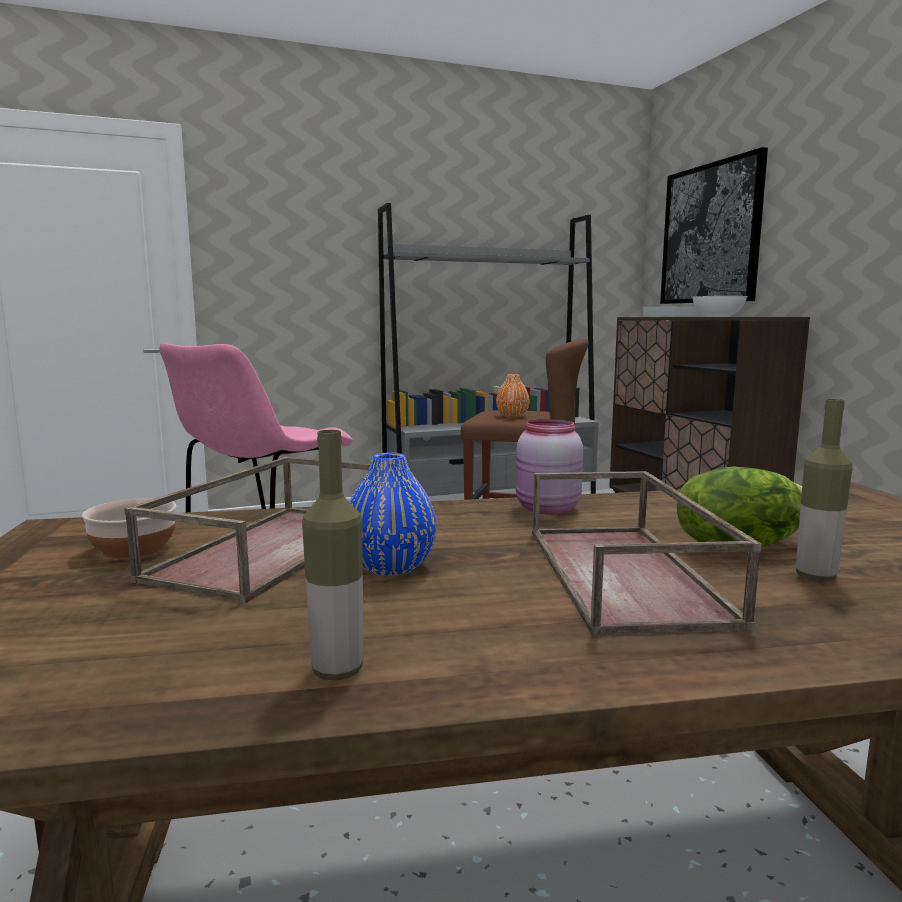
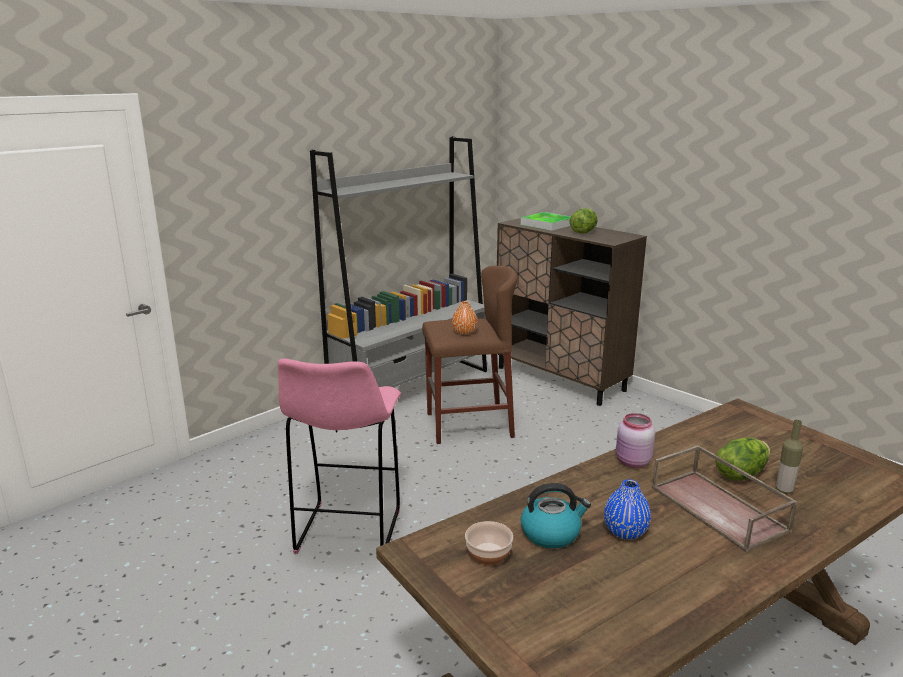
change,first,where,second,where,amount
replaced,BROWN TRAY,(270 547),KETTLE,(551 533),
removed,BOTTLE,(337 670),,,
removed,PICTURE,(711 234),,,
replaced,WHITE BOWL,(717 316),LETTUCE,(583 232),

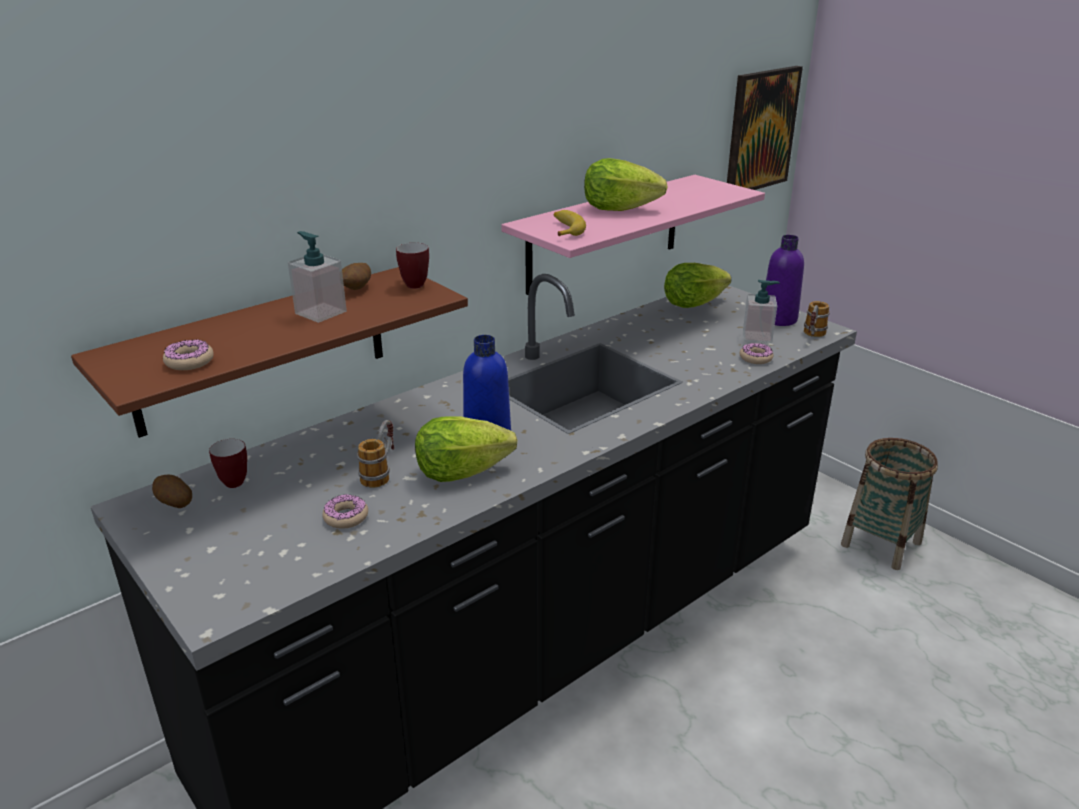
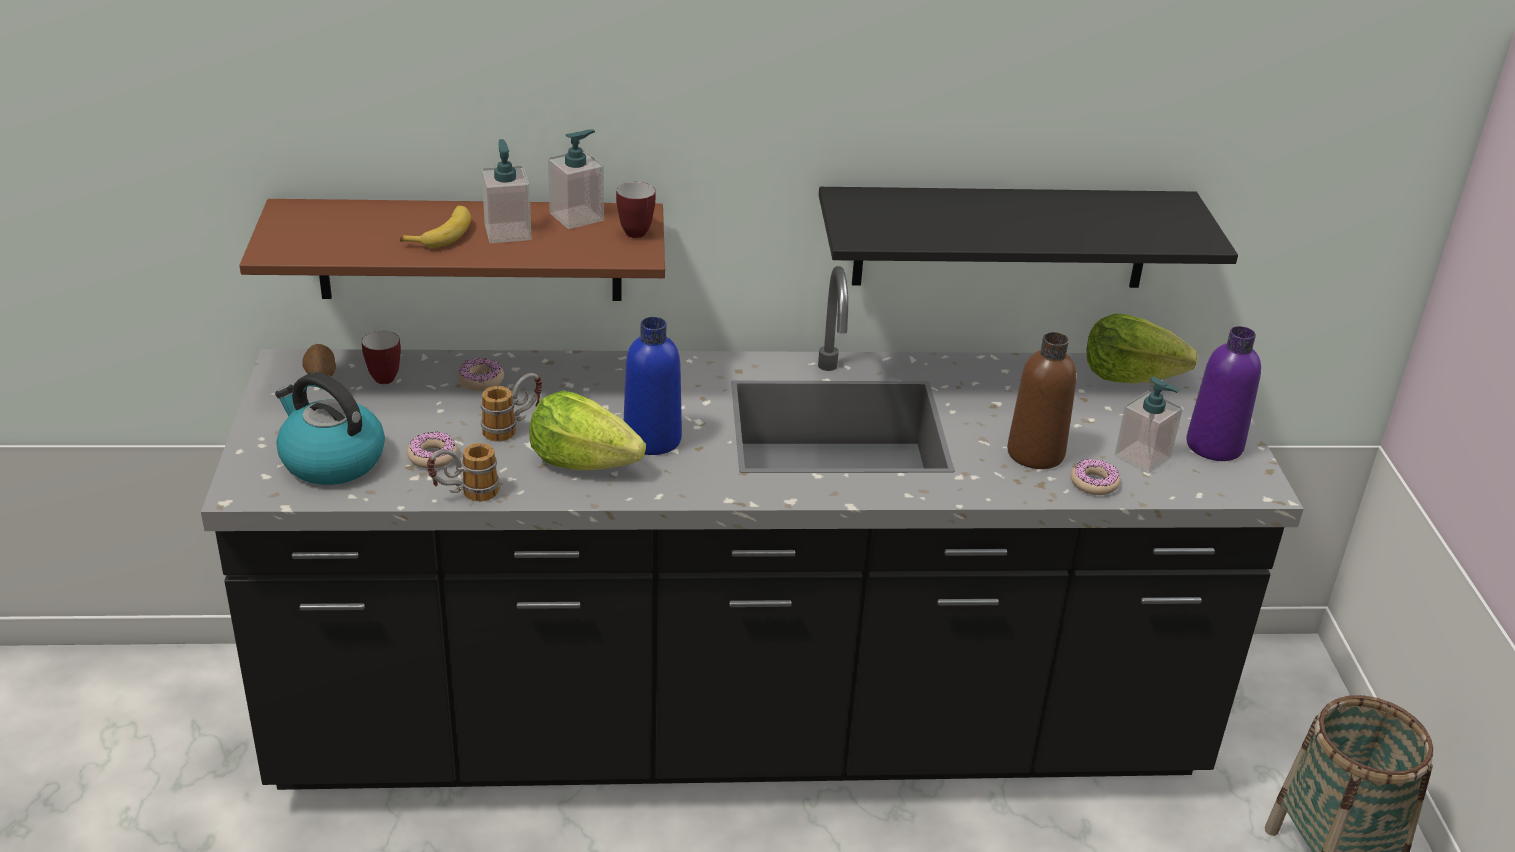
change,first,where,second,where,amount
moved,DONUT,(189 361),,(481 381),
replaced,POTATO,(357 289),SOAP DISPENSER,(577 217),
recoloured,PINK SHELF,(604 233),BLACK SHELF,(1002 237),
moved,BANANA,(565 229),,(442 233),
removed,LETTUCE,(619 209),,,
removed,PICTURE,(760 130),,,
moved,MUG,(812 336),,(464 495),
added,,,KETTLE,(331 460),
added,,,BROWN BOTTLE,(1035 453),

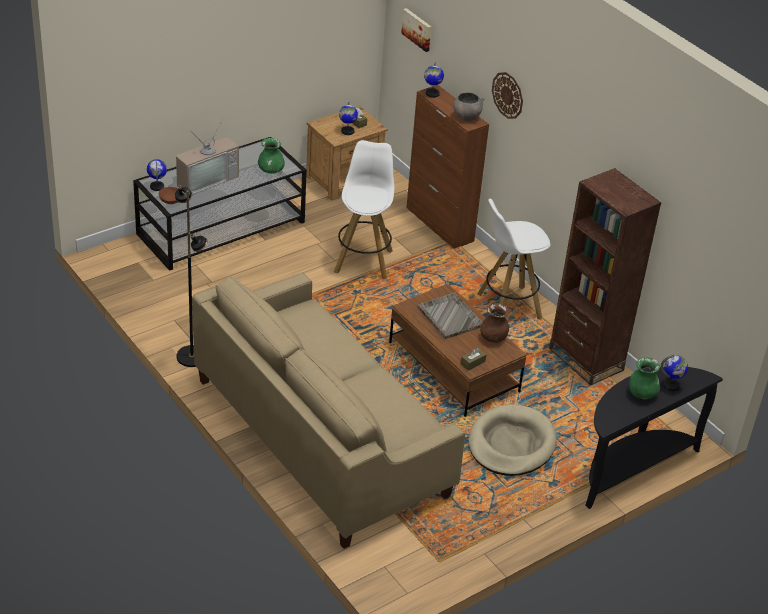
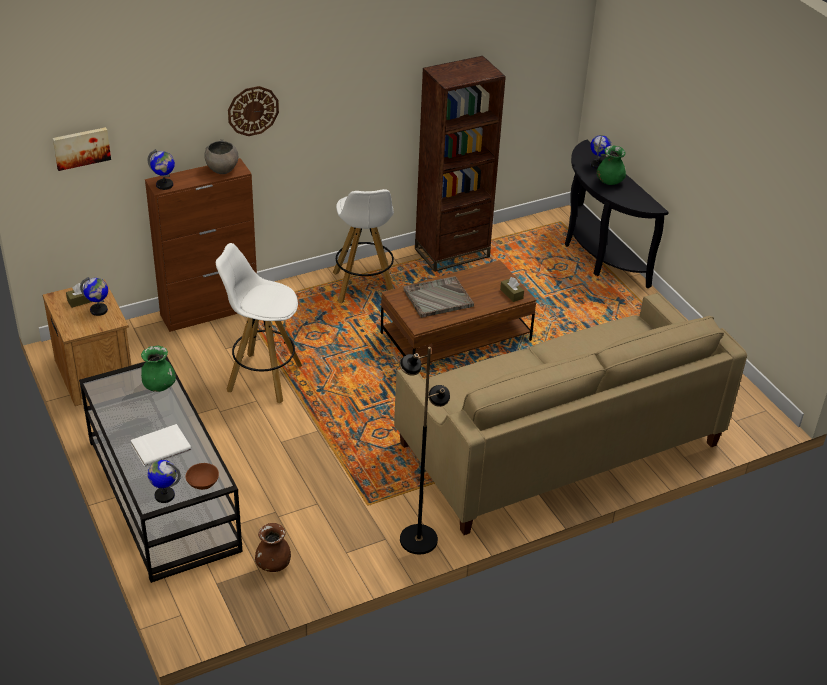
change,first,where,second,where,amount
replaced,TELEVISION,(206 179),WHITE BOOK,(160 446),
removed,BEIGE DOG BED,(511 444),,,
moved,BROWN VASE,(493 338),,(273 564),

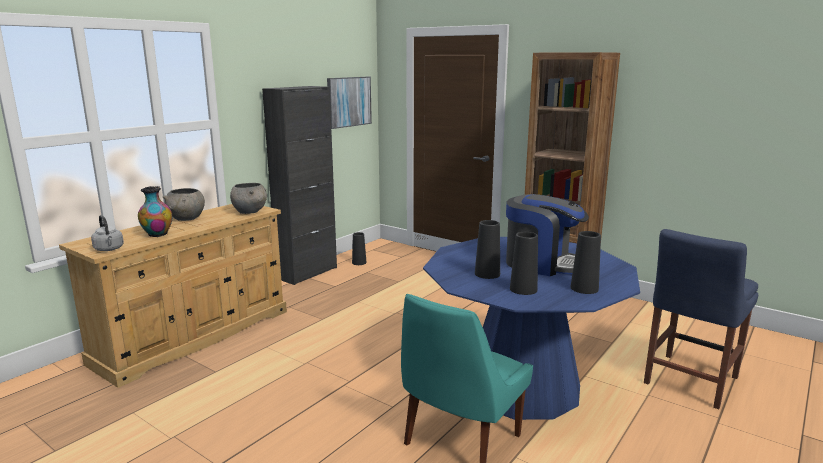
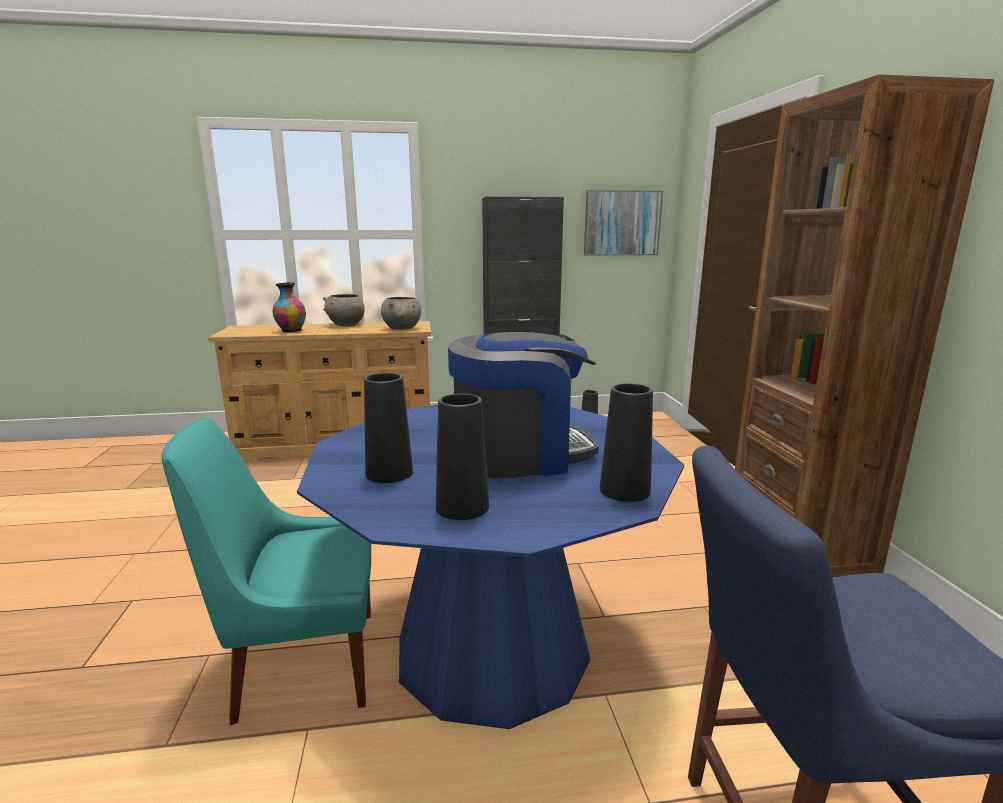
change,first,where,second,where,amount
removed,GREY KETTLE,(109 249),,,
moved,BLACK VASE,(487 274),,(624 490),
turned,COFFEE MACHINE,(542 264),,(520 455),90 degrees counterclockwise

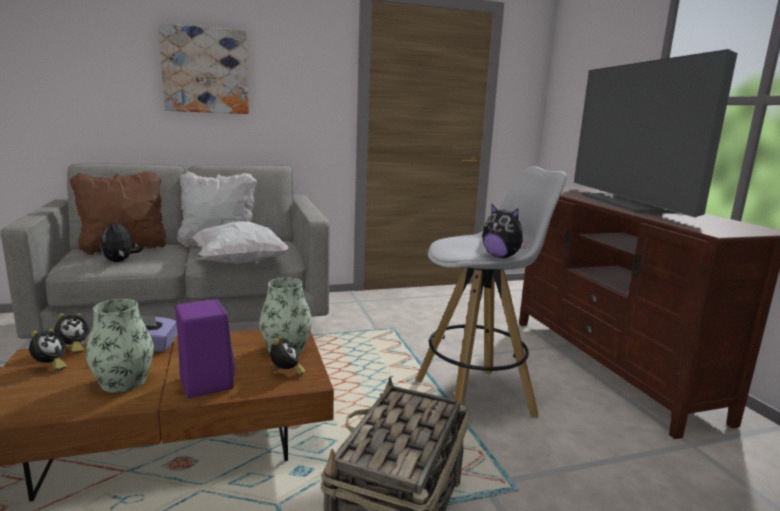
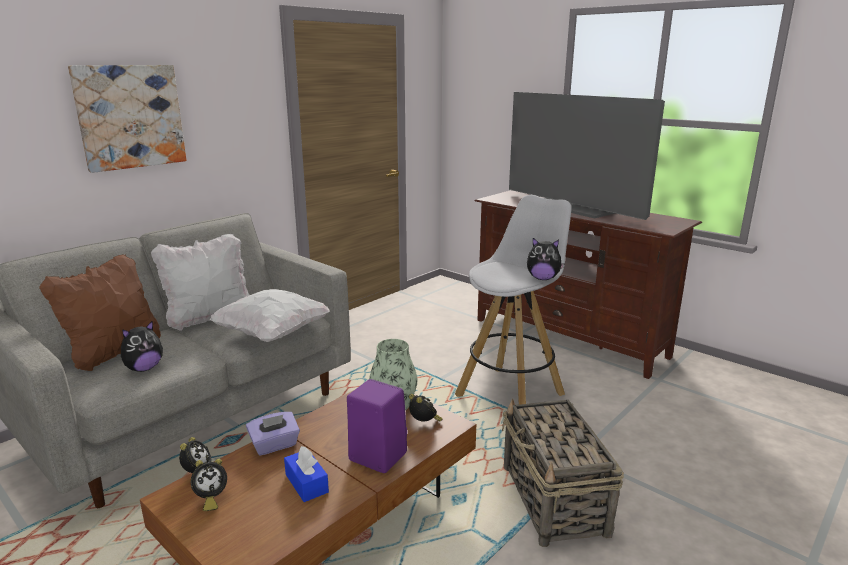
change,first,where,second,where,amount
turned,ALARM CLOCK,(50 366),,(210 499),75 degrees clockwise
replaced,VASE,(123 381),BLUE TISSUE BOX,(306 483),
turned,PLUSH TOY,(120 261),,(144 368),90 degrees counterclockwise

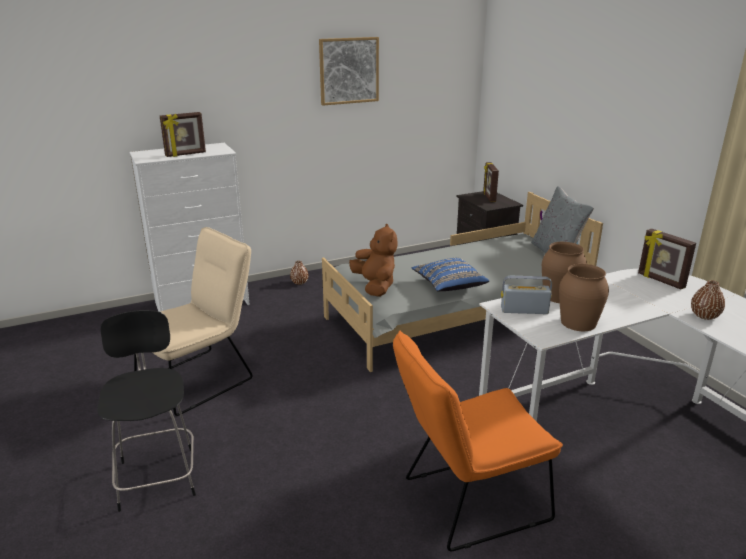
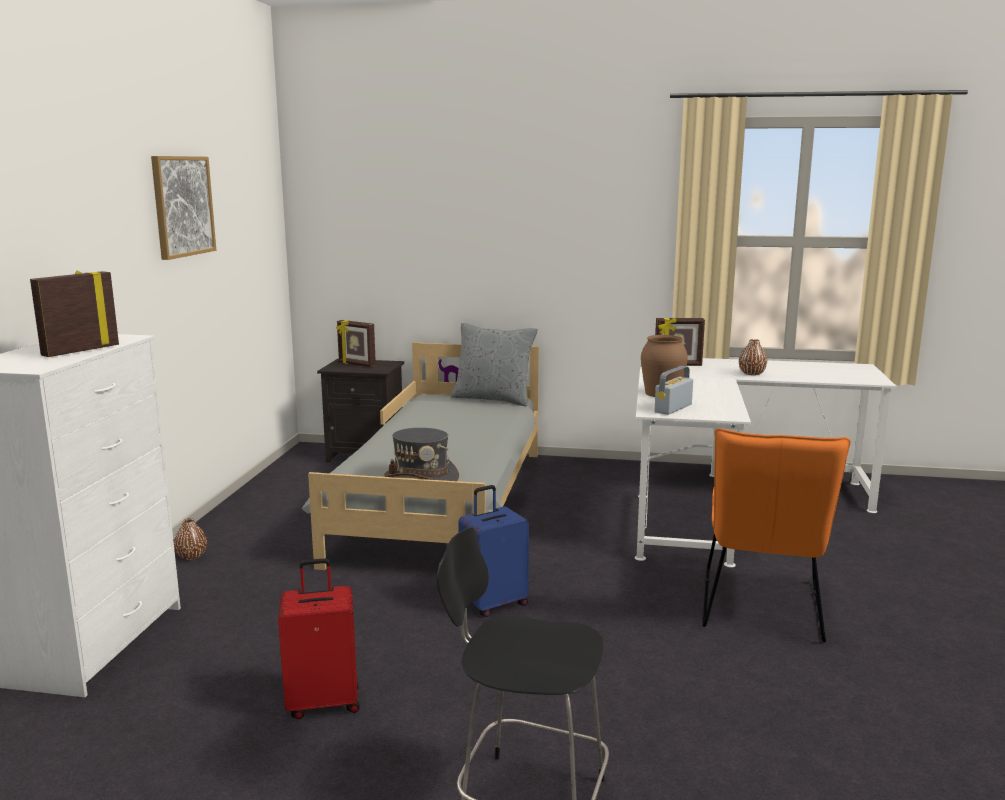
change,first,where,second,where,amount
replaced,BEIGE CHAIR,(202 378),RED SUITCASE,(323 702),
turned,PICTURE FRAME,(186 154),,(80 351),150 degrees counterclockwise
replaced,BROWN PLUSH TOY,(375 286),GREY HAT,(421 477),
removed,BLUE PILLOW,(448 285),,,
removed,BROWN VASE,(578 323),,,
added,,,BLUE SUITCASE,(493 604),

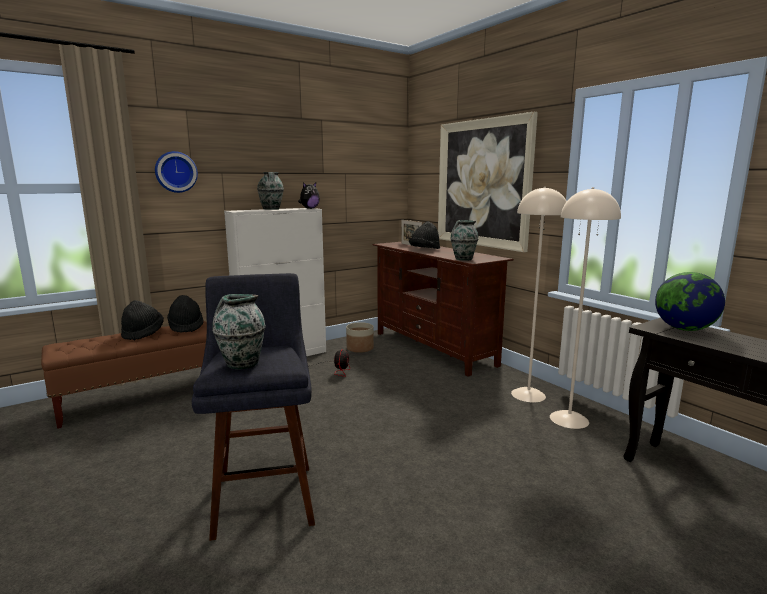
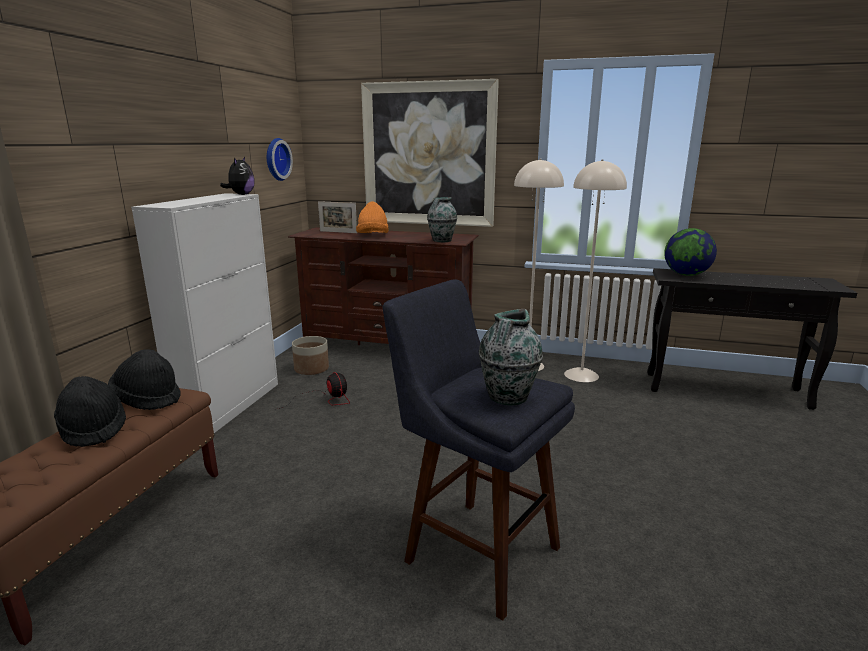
change,first,where,second,where,amount
moved,WALL CLOCK,(175 172),,(276 159),
removed,VASE,(271 209),,,
recoloured,BLACK HAT,(424 250),ORANGE HAT,(373 236),

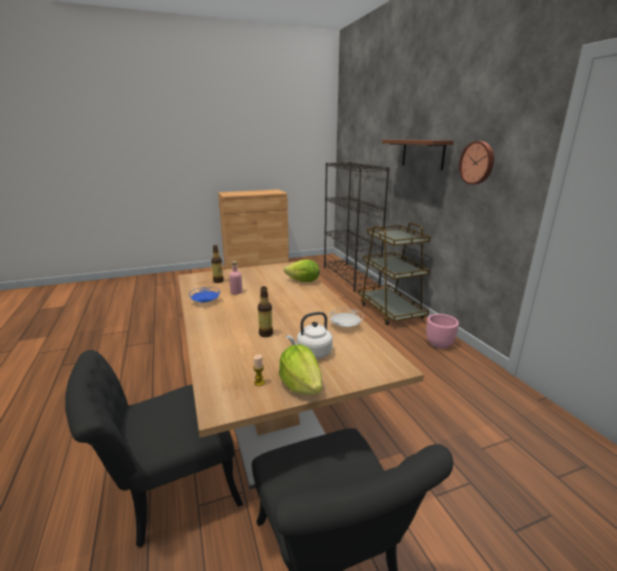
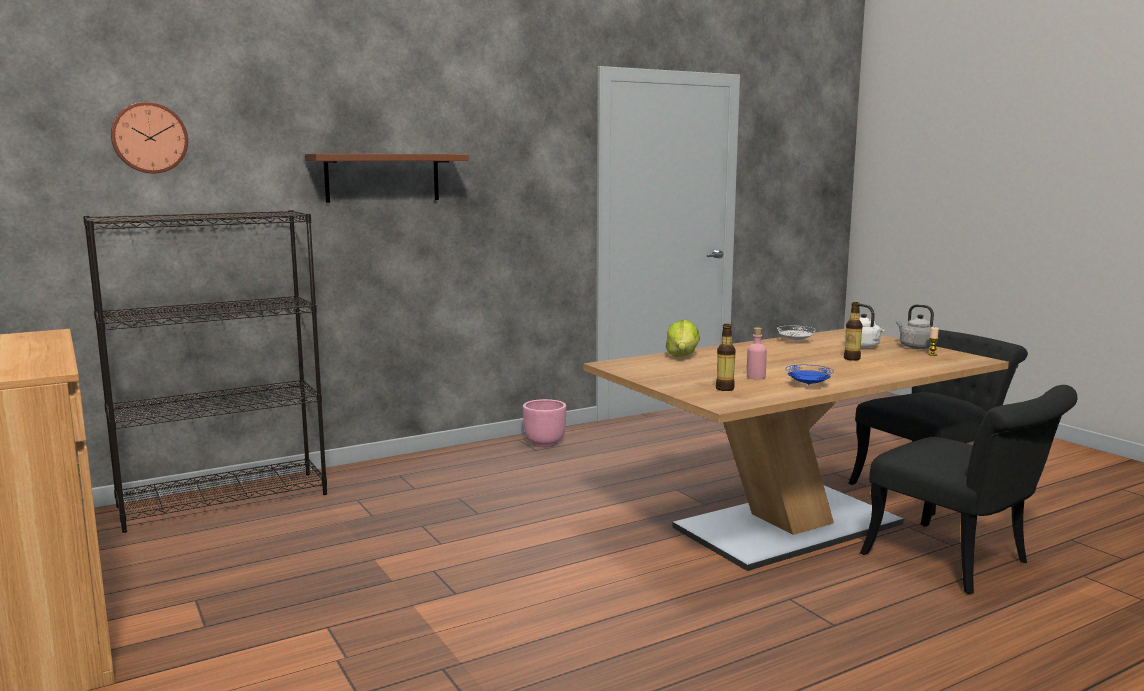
change,first,where,second,where,amount
replaced,LETTUCE,(301 385),GREY KETTLE,(915 347),
removed,BROWN CART,(390 310),,,
moved,WALL CLOCK,(477 163),,(149 138),

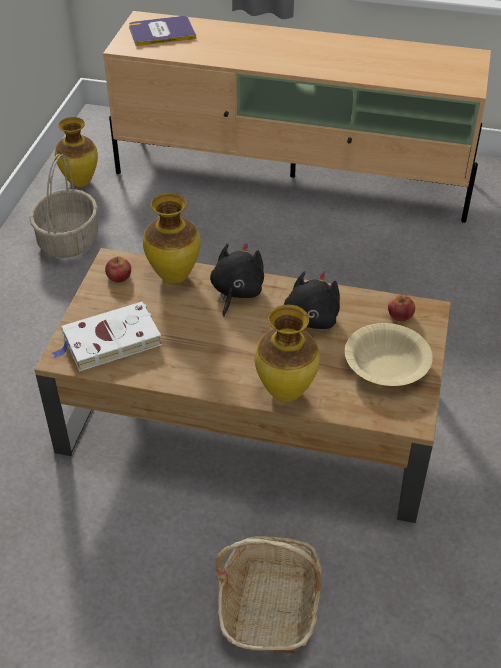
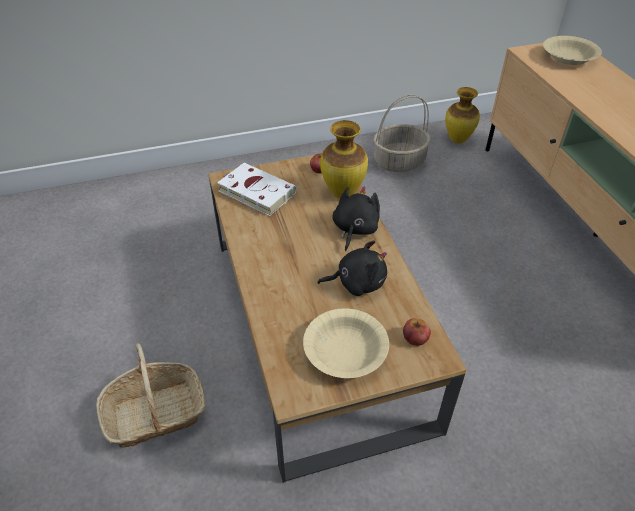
change,first,where,second,where,amount
replaced,BOOK,(162 32),BEIGE BOWL,(568 58),
turned,BLACK PLUSH TOY,(236 292),,(354 229),60 degrees counterclockwise
removed,VASE,(285 393),,,

